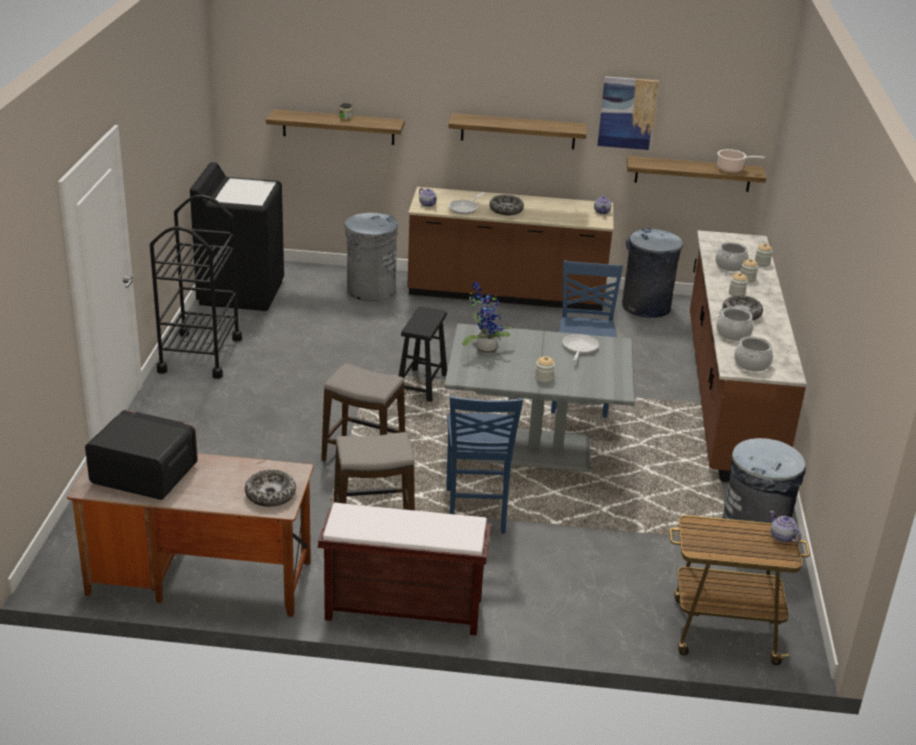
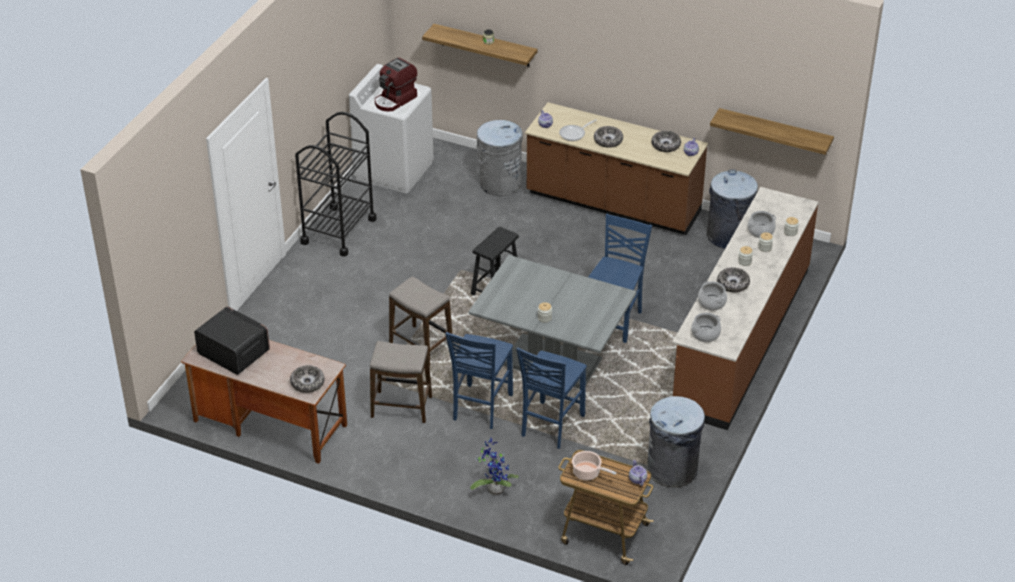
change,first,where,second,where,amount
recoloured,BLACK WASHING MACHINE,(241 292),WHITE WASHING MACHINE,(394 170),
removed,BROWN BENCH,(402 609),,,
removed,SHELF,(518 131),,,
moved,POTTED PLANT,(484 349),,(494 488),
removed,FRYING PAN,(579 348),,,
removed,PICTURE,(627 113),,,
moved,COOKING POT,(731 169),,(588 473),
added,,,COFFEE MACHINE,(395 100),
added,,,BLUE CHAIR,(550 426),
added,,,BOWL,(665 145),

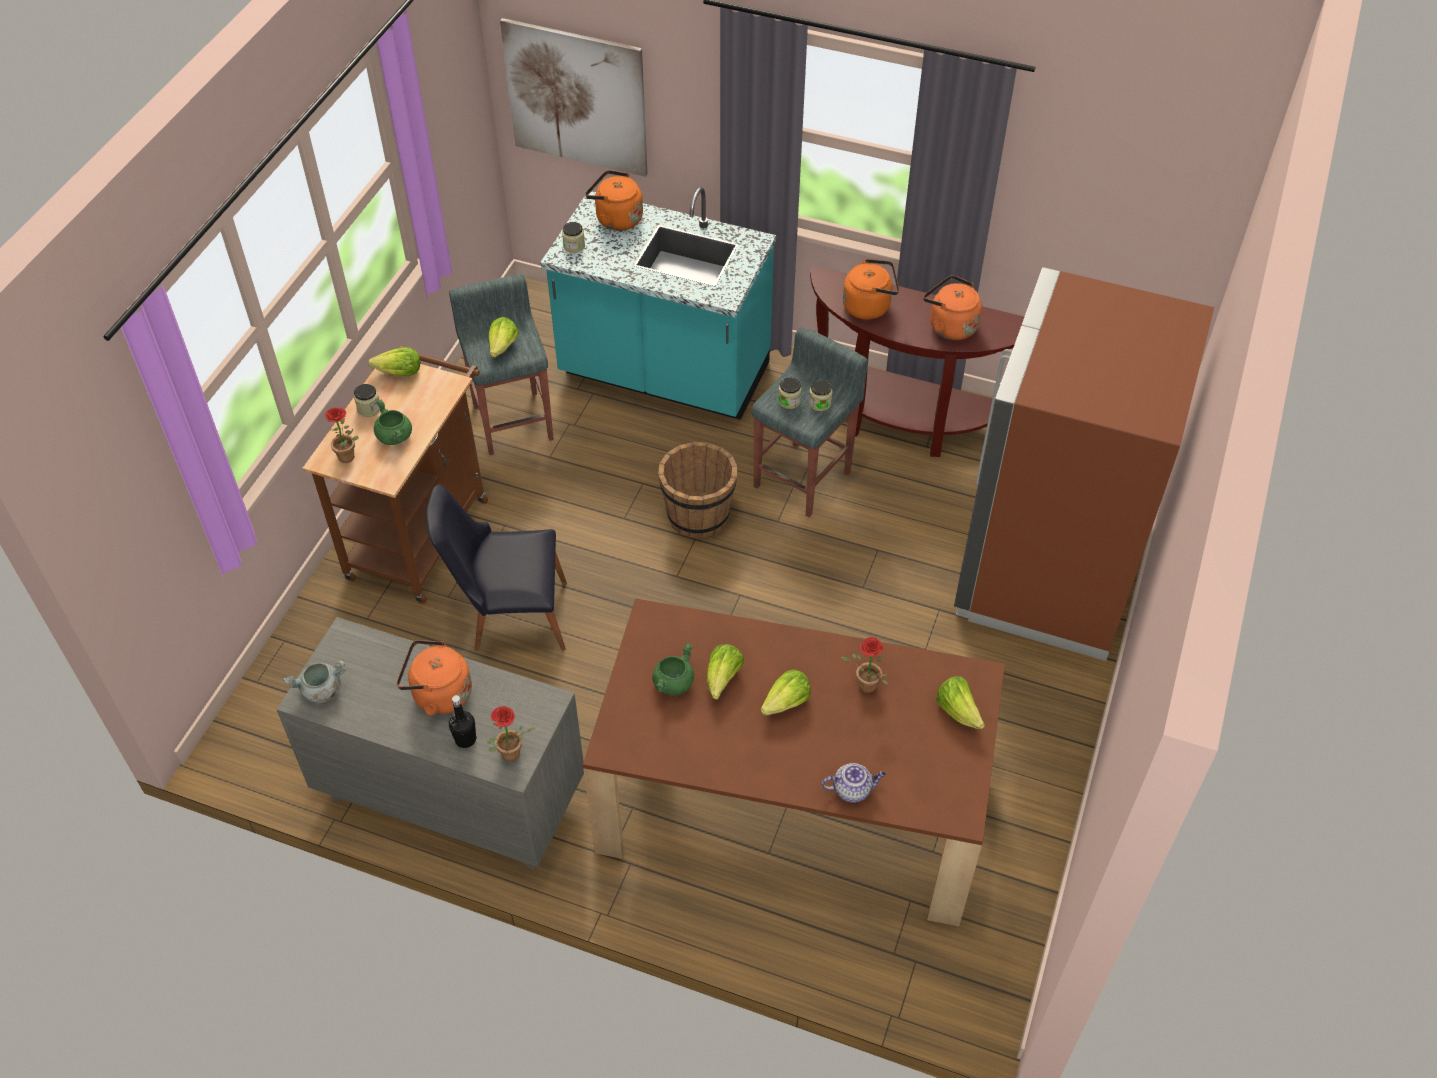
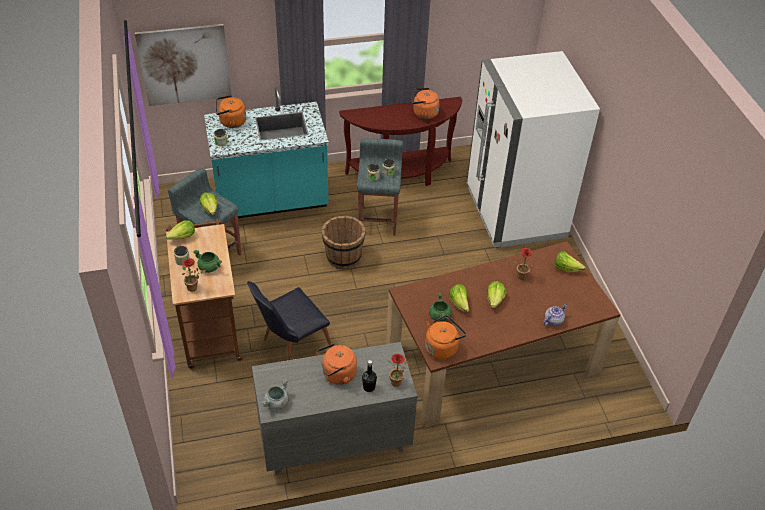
change,first,where,second,where,amount
moved,ORANGE KETTLE,(869 306),,(442 347),
recoloured,BROWN FRIDGE,(1047 572),WHITE FRIDGE,(515 212),

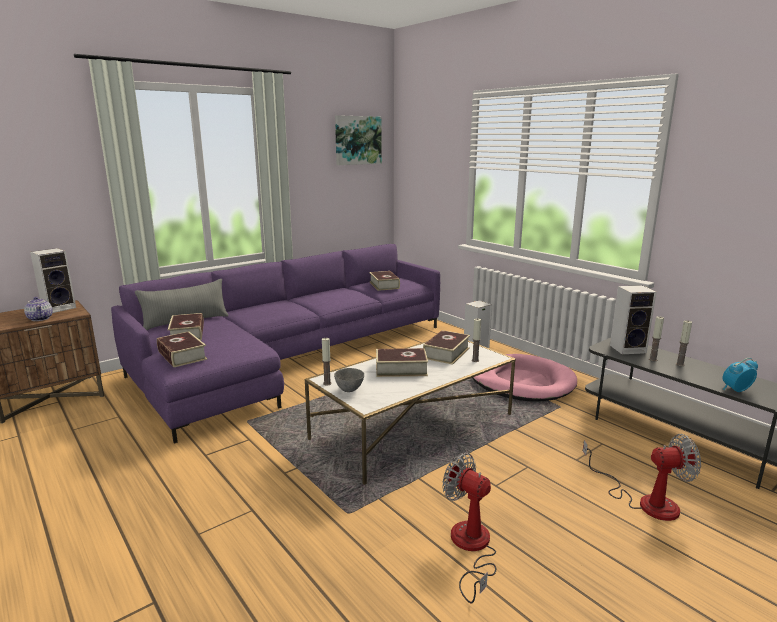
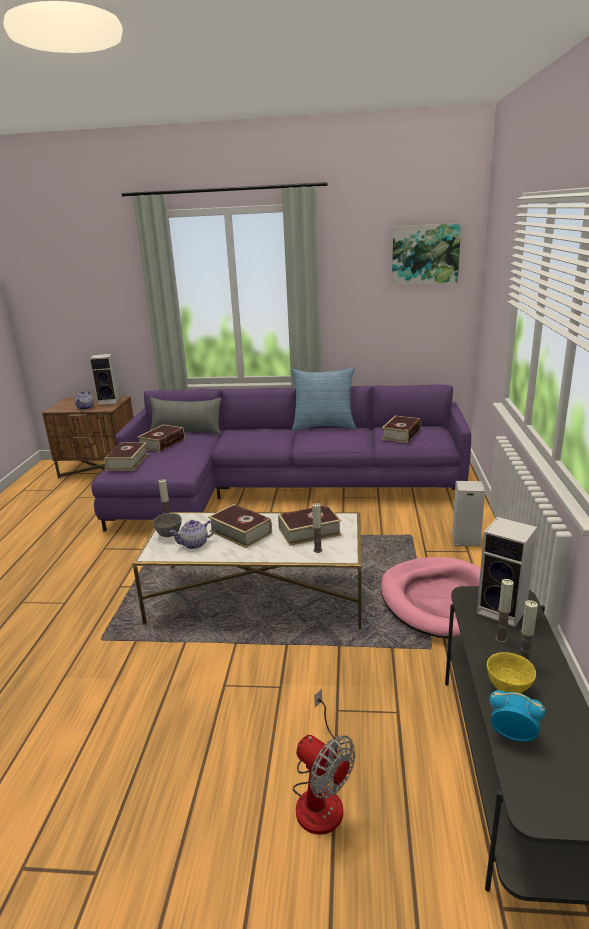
change,first,where,second,where,amount
removed,FAN,(471 548),,,
added,,,TEAPOT,(195 544),
added,,,PILLOW,(324 426),
added,,,YELLOW BOWL,(508 688),

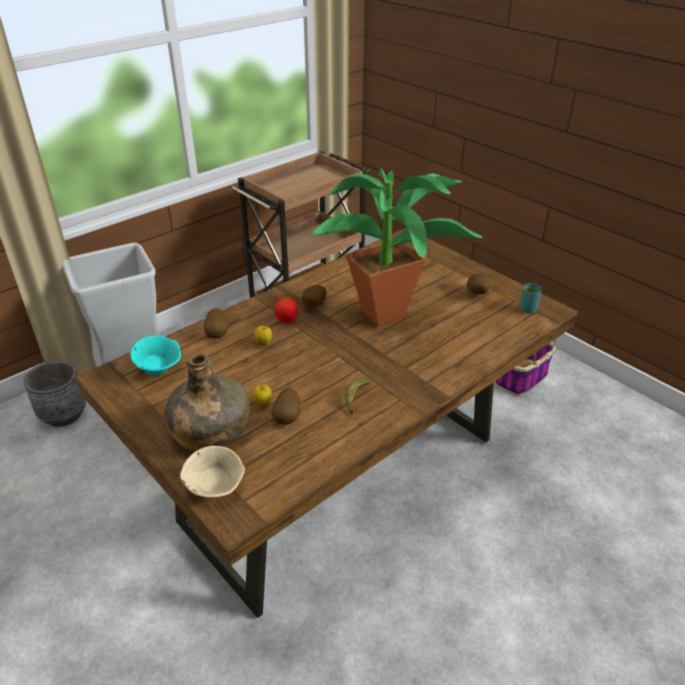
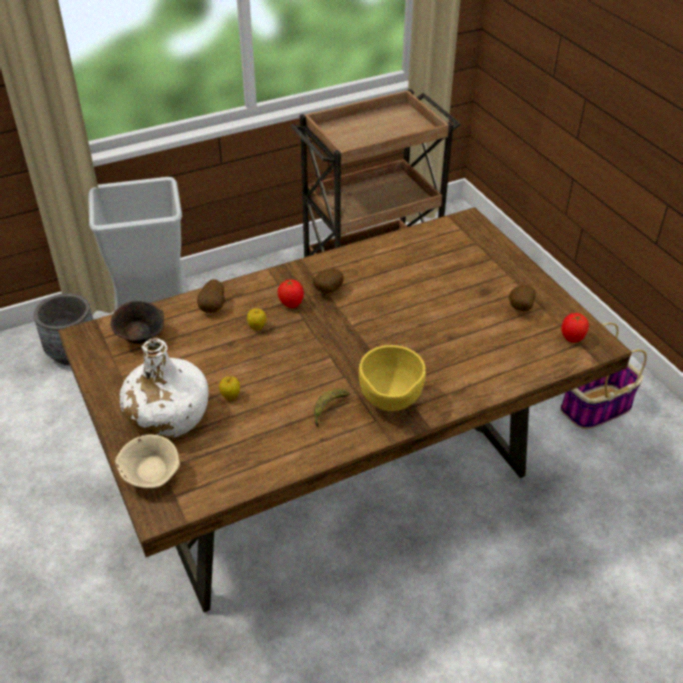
change,first,where,second,where,amount
recoloured,TURQUOISE BOWL,(159 369),BROWN BOWL,(141 337),
recoloured,GREEN BOTTLE,(210 432),WHITE BOTTLE,(168 416),
removed,POTATO,(288 418),,,
removed,POTTED PLANT,(392 315),,,
replaced,TURQUOISE CUP,(528 309),TOMATO,(571 339),
added,,,YELLOW BOWL,(390 405),

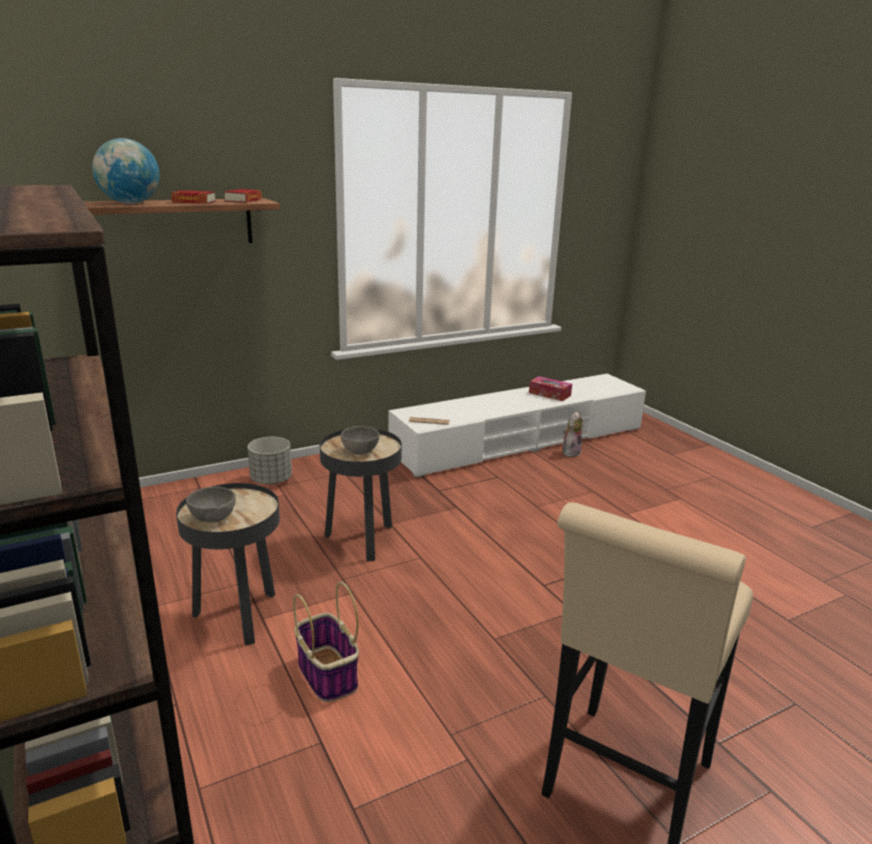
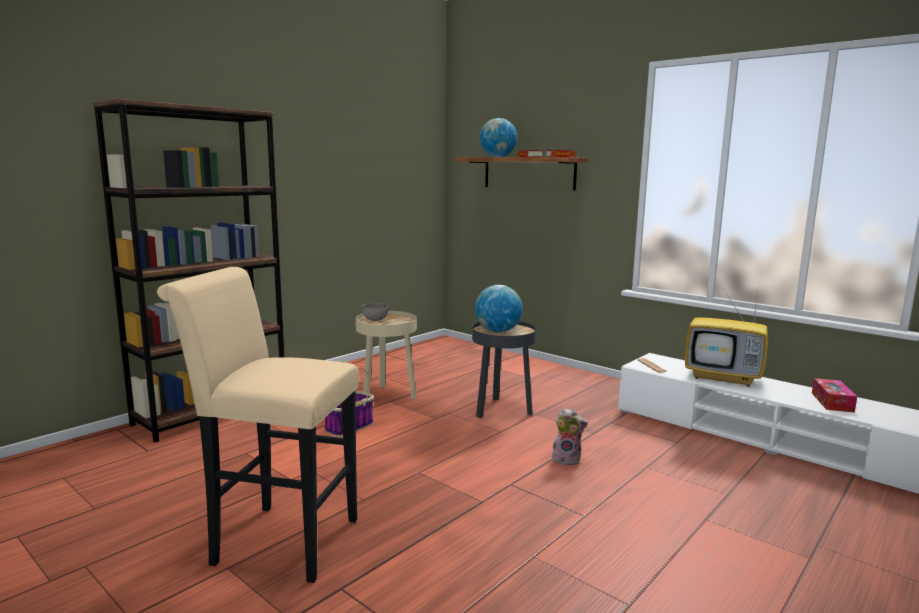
change,first,where,second,where,amount
recoloured,BLACK SIDE TABLE,(238 616),BEIGE SIDE TABLE,(387 395),
removed,GREY PLANTER,(271 480),,,
replaced,GREY BOWL,(359 451),GLOBE,(497 331),
moved,PLUSH TOY,(570 452),,(567 459),
added,,,TELEVISION,(724 378),

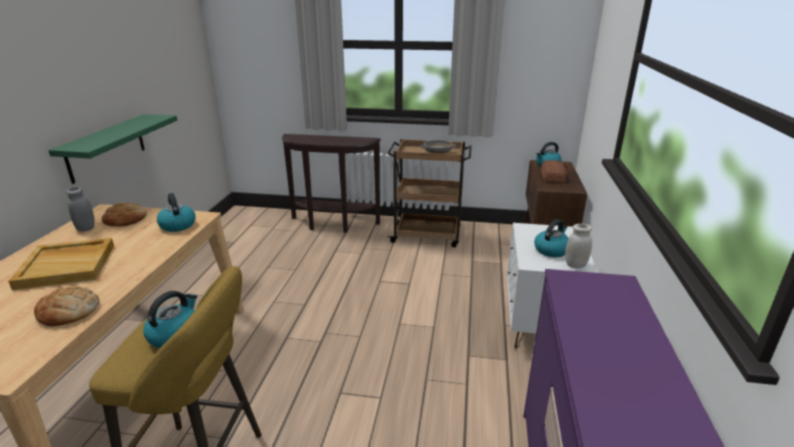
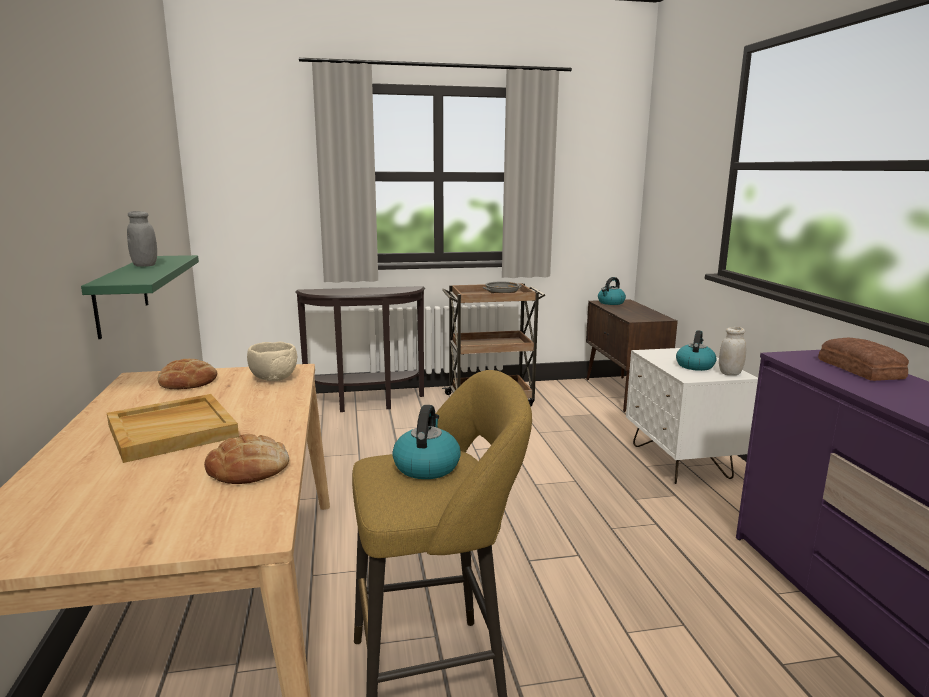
change,first,where,second,where,amount
moved,GREY JAR,(86 228),,(145 265),
replaced,KETTLE,(177 225),BEIGE BOWL,(273 379),
moved,BREAD,(553 176),,(860 369),

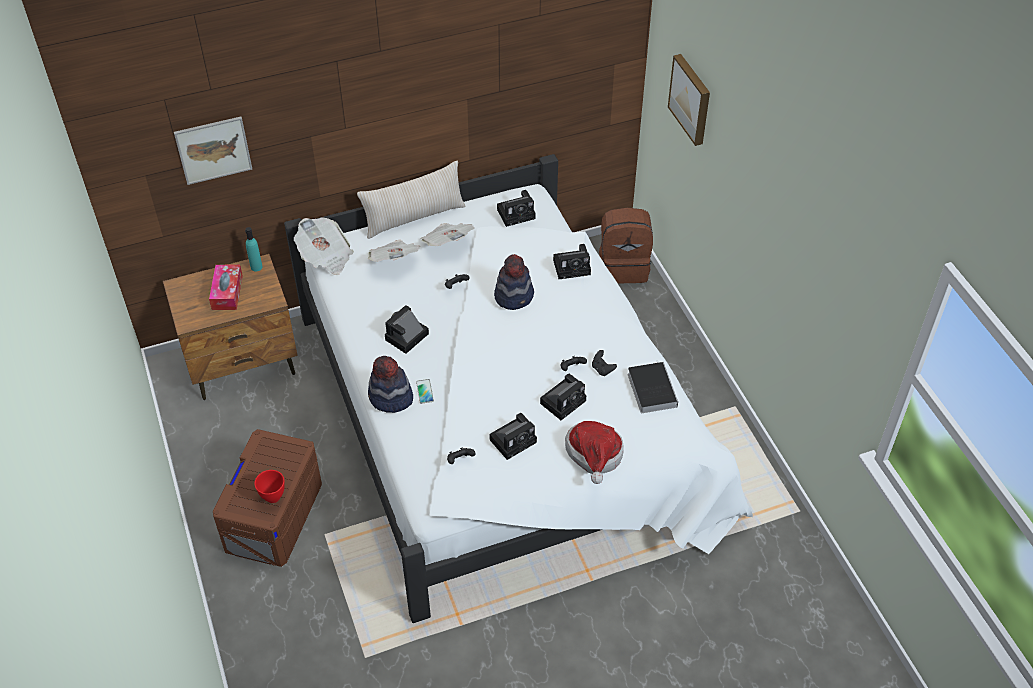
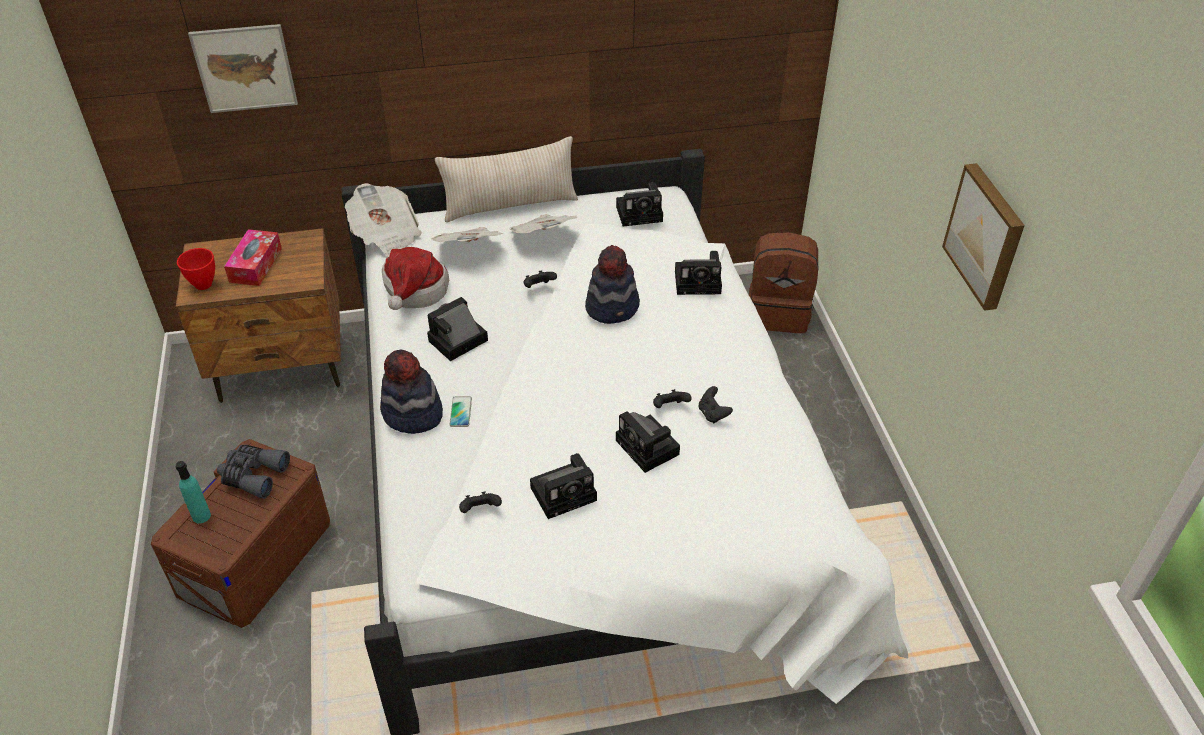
change,first,where,second,where,amount
moved,TURQUOISE BOTTLE,(256 267),,(201 516),
moved,RED BOWL,(273 496),,(204 284),
turned,PHOTO CAMERA,(564 401),,(649 449),90 degrees clockwise
moved,HAT,(594 457),,(414 292),
removed,BOOK,(651 389),,,
moved,PICTURE,(691 99),,(986 236),
added,,,GREY BINOCULARS,(253 475),

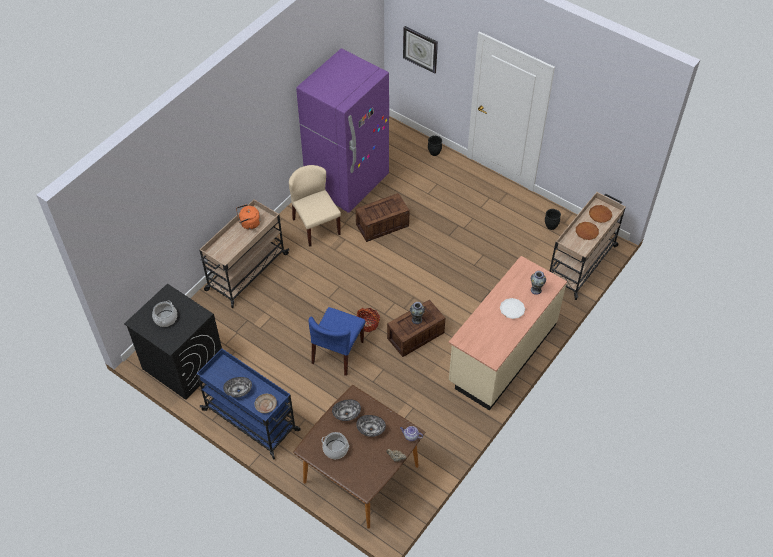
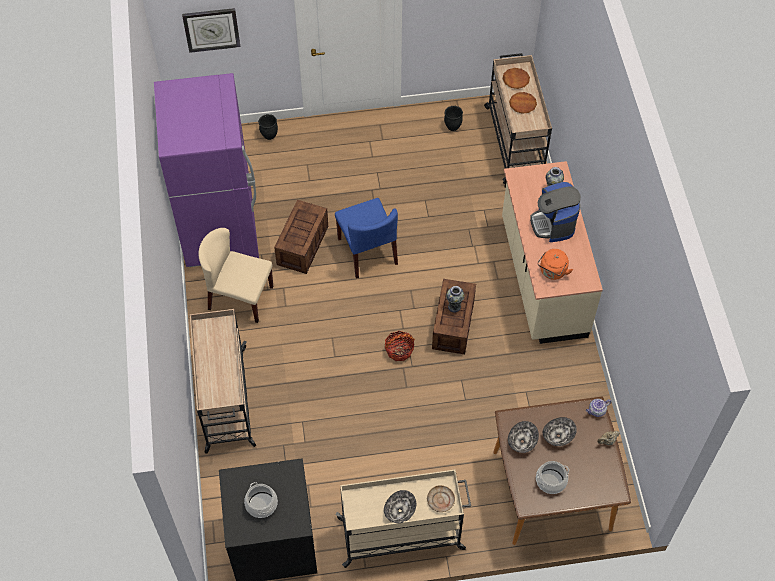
change,first,where,second,where,amount
recoloured,BLUE CART,(252 420),BEIGE CART,(402 534),
moved,ORANGE KETTLE,(249 223),,(552 272),
moved,BLUE CHAIR,(338 352),,(367 251),
replaced,WHITE PLATE,(512 309),COFFEE MACHINE,(553 224),

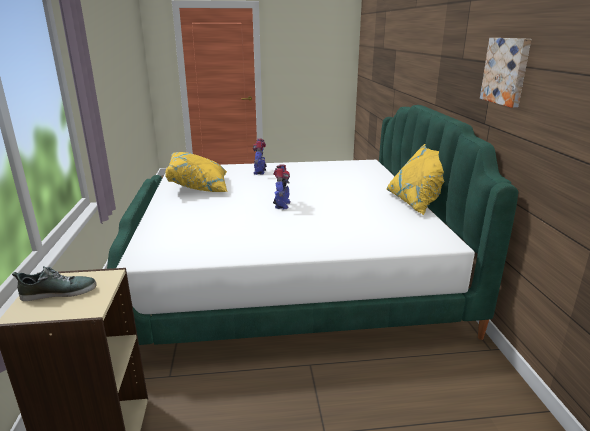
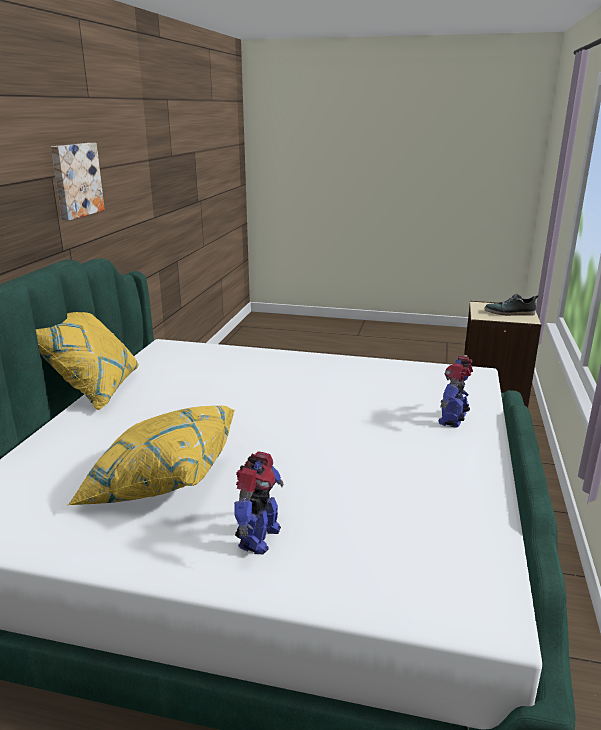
change,first,where,second,where,amount
moved,YELLOW PILLOW,(199 187),,(159 481),
moved,TOY ROBOT,(281 205),,(453 419),

